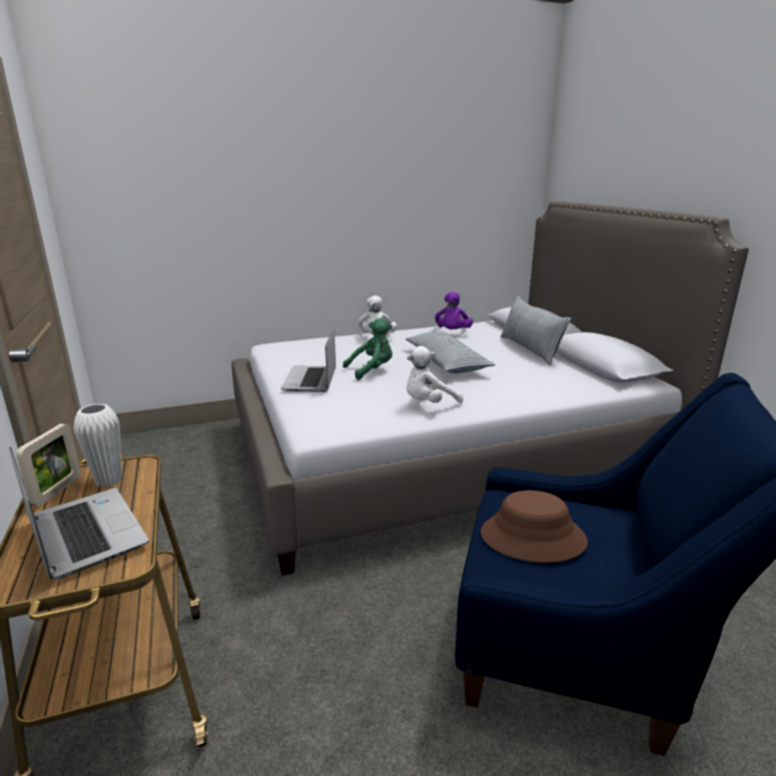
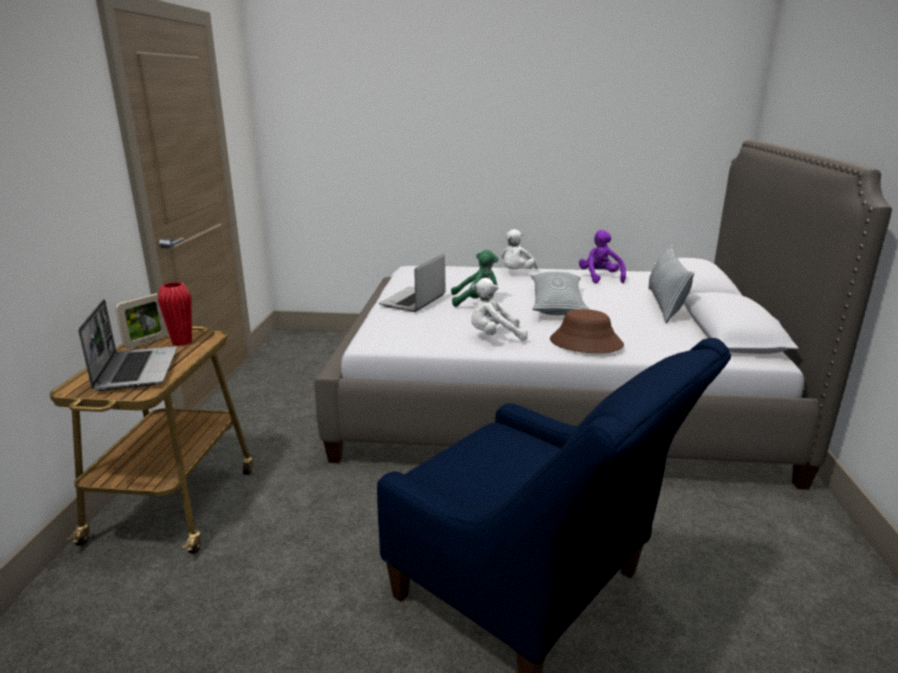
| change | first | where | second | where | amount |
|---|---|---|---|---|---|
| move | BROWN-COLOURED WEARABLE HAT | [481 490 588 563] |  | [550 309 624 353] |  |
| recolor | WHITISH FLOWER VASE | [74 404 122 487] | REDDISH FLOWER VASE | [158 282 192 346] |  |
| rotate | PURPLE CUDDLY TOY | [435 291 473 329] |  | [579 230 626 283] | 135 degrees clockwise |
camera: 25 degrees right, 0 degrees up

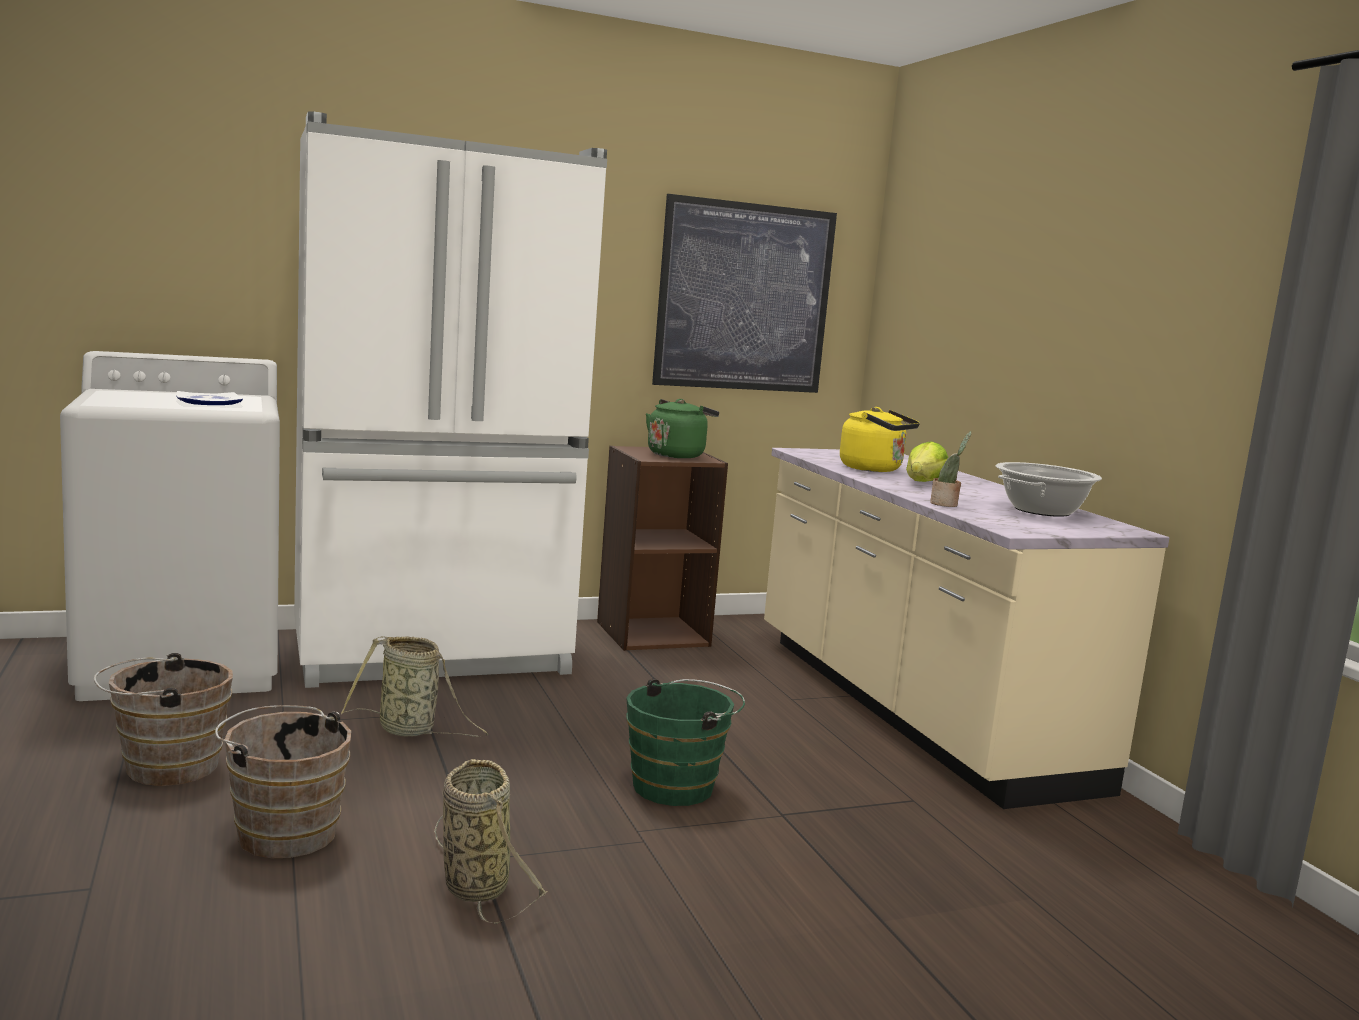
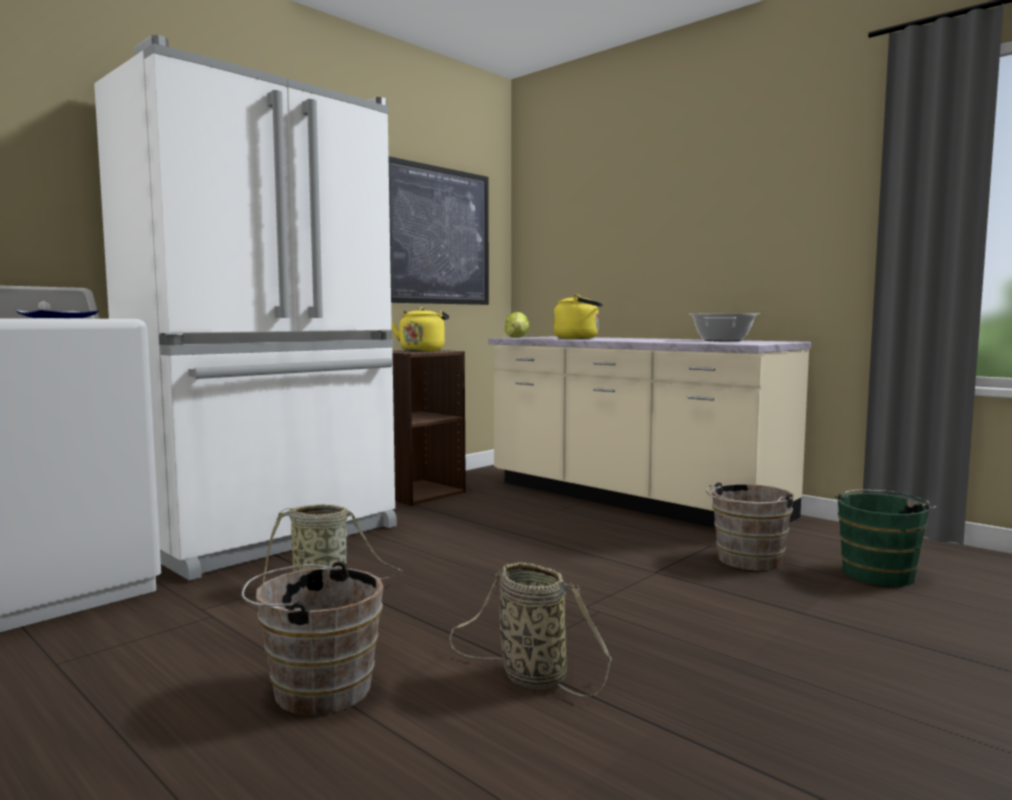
| change | first | where | second | where | amount |
|---|---|---|---|---|---|
| delete | POTTED PLANT | [930 431 972 507] |  |  |  |
| move | BROWN-COLOURED PAIL | [94 653 233 786] |  | [706 482 794 571] |  |
| move | GREENISH PAIL | [626 678 745 806] |  | [835 490 936 586] |  |
| move | HEAD OF LETTUCE | [906 441 948 482] |  | [505 312 529 338] |  |
| recolor | GREENISH TEA KETTLE | [646 399 719 458] | YELLOWISH TEA KETTLE | [392 307 449 352] |  |
camera: 25 degrees left, 5 degrees down

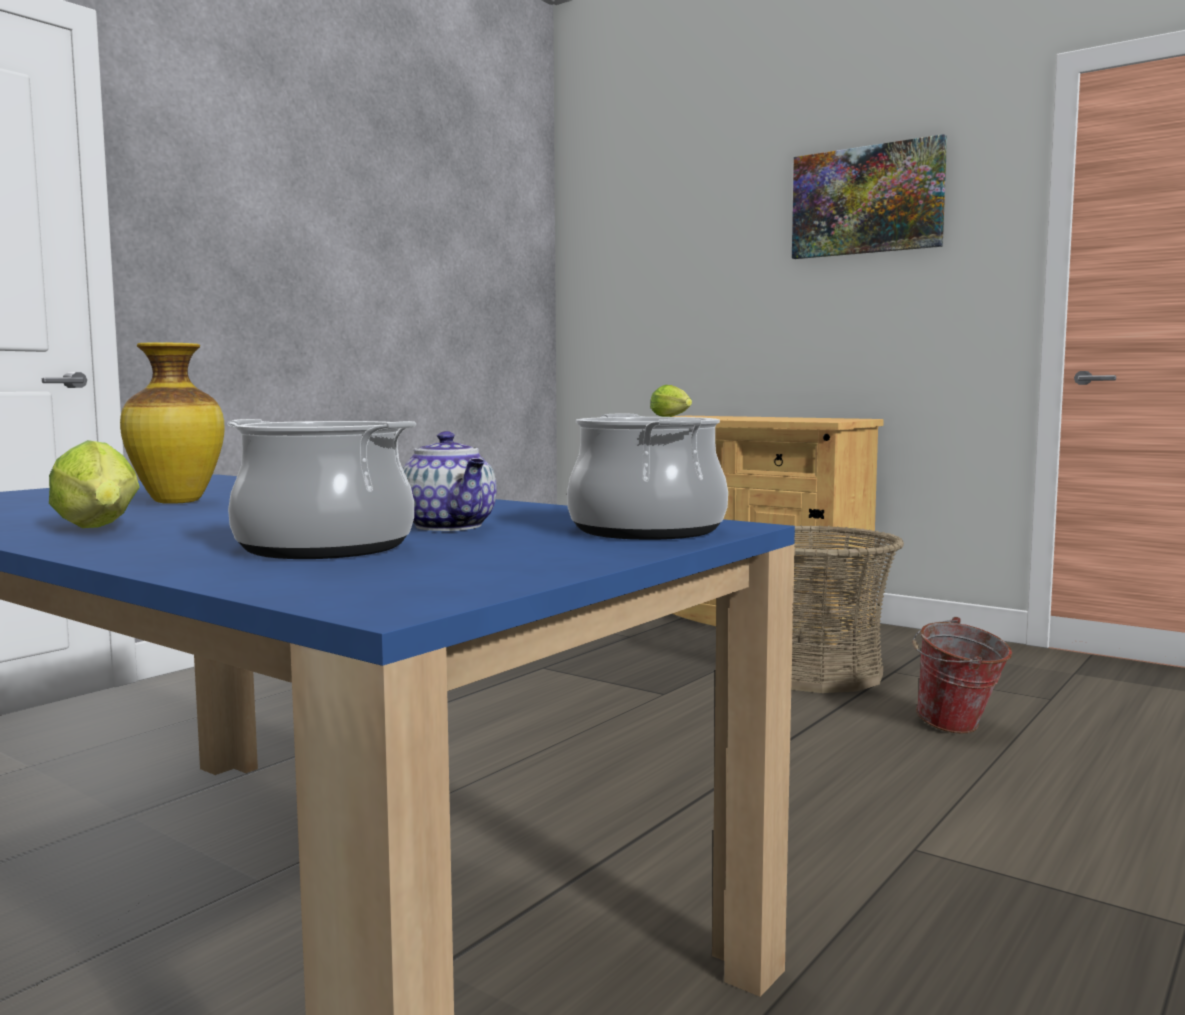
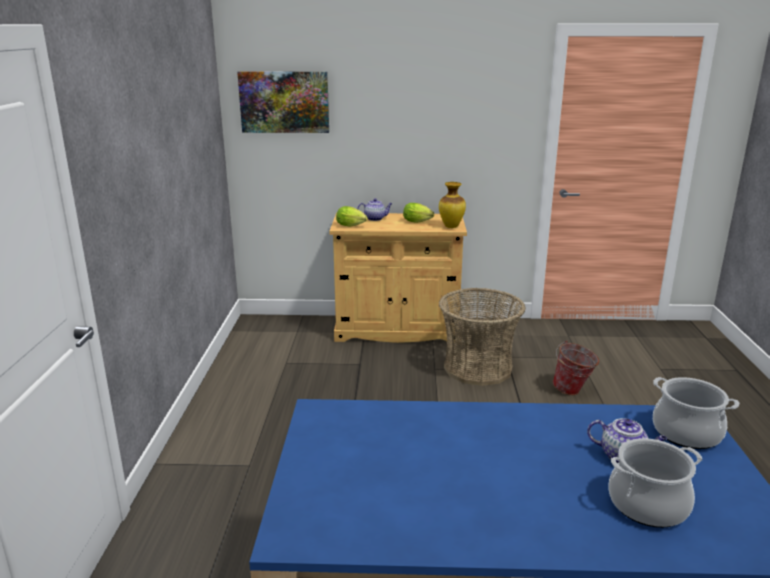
| change | first | where | second | where | amount |
|---|---|---|---|---|---|
| insert |  |  | TEA POT | [357 198 393 221] |  |
| move | HEAD OF LETTUCE | [49 440 140 528] |  | [403 203 434 223] |  |
| move | FLOWER VASE | [120 342 225 504] |  | [439 182 466 228] |  |
| move | PICTURE | [792 134 947 259] |  | [237 71 329 133] |  |
camera: 35 degrees left, 15 degrees up

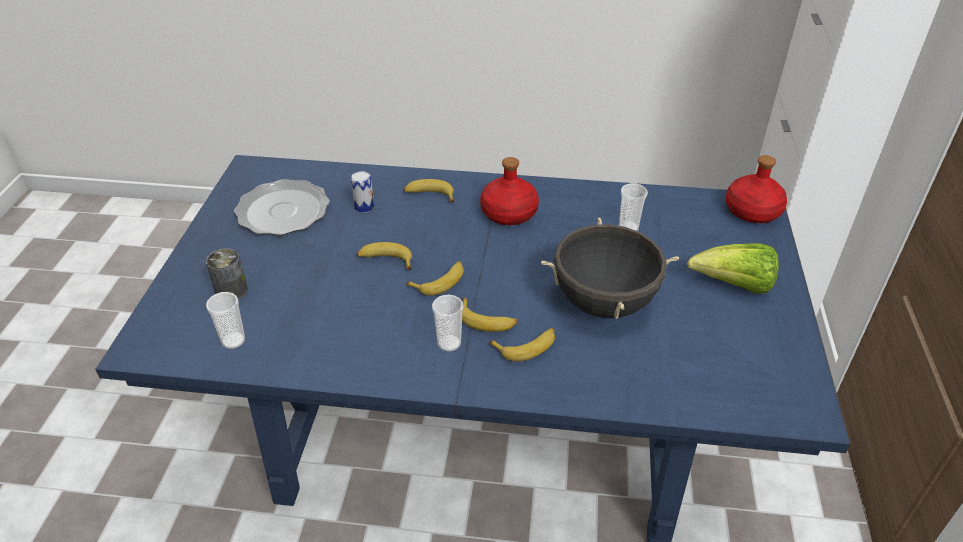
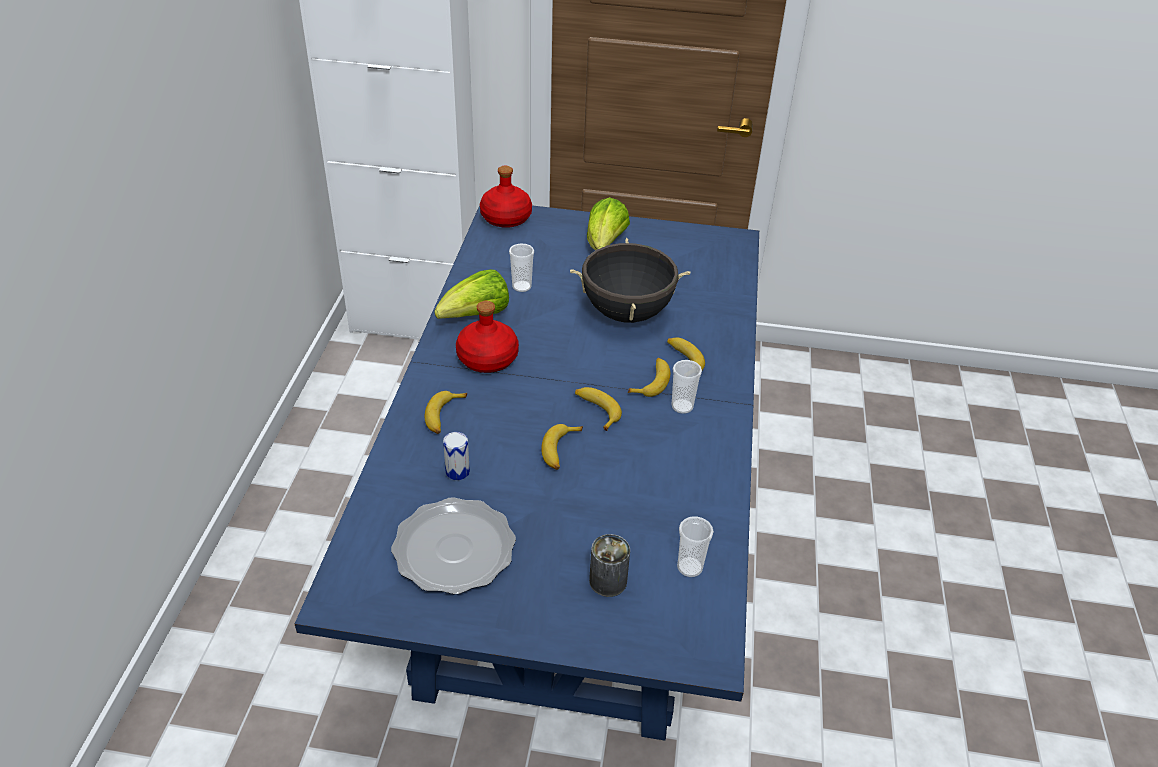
| change | first | where | second | where | amount |
|---|---|---|---|---|---|
| insert |  |  | HEAD OF LETTUCE | [434 269 509 319] |  |
camera: 90 degrees left, 0 degrees up

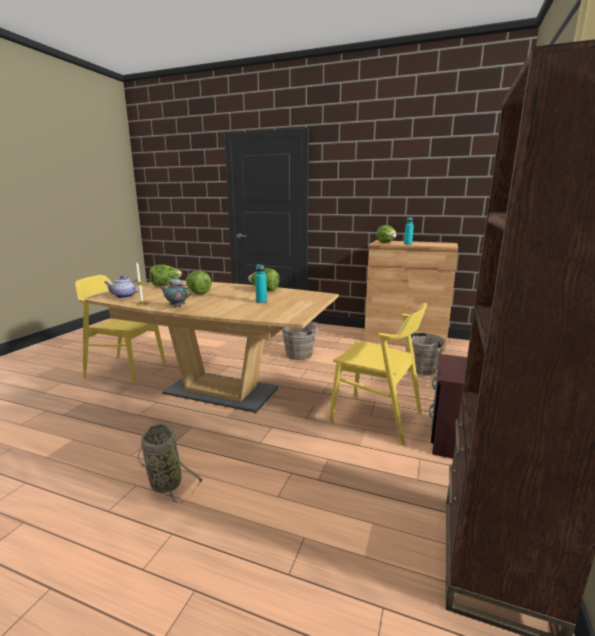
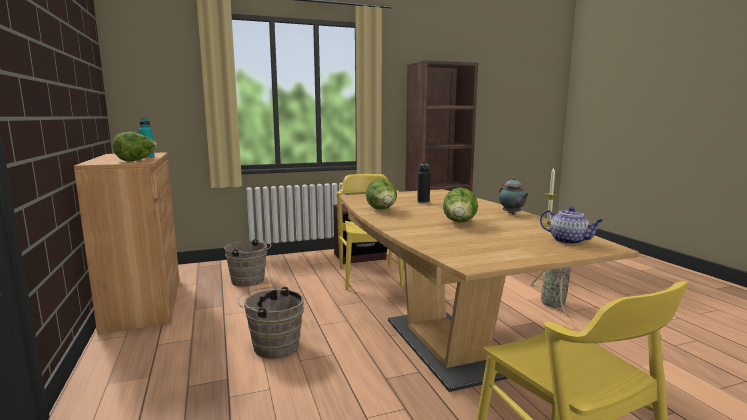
| change | first | where | second | where | amount |
|---|---|---|---|---|---|
| delete | HEAD OF LETTUCE | [149 264 182 286] |  |  |  |
| recolor | BLUE-GREEN BOTTLE | [255 264 267 303] | BLACK-COLOURED BOTTLE | [417 161 430 204] |  |
camera: 130 degrees left, 5 degrees down

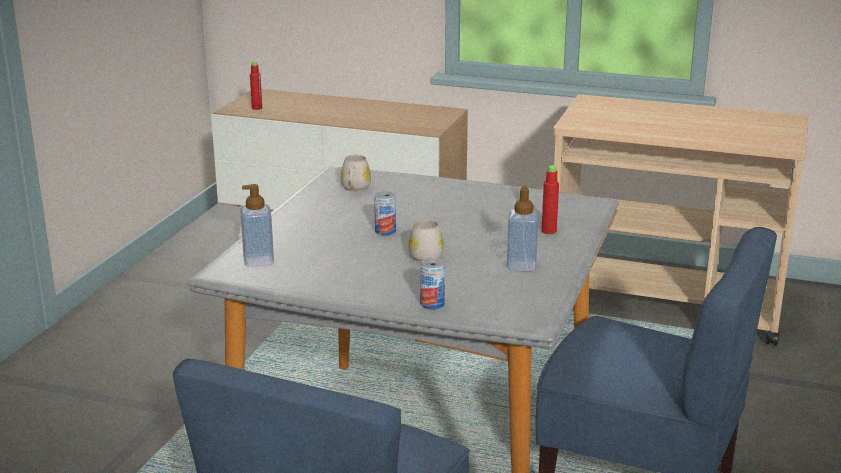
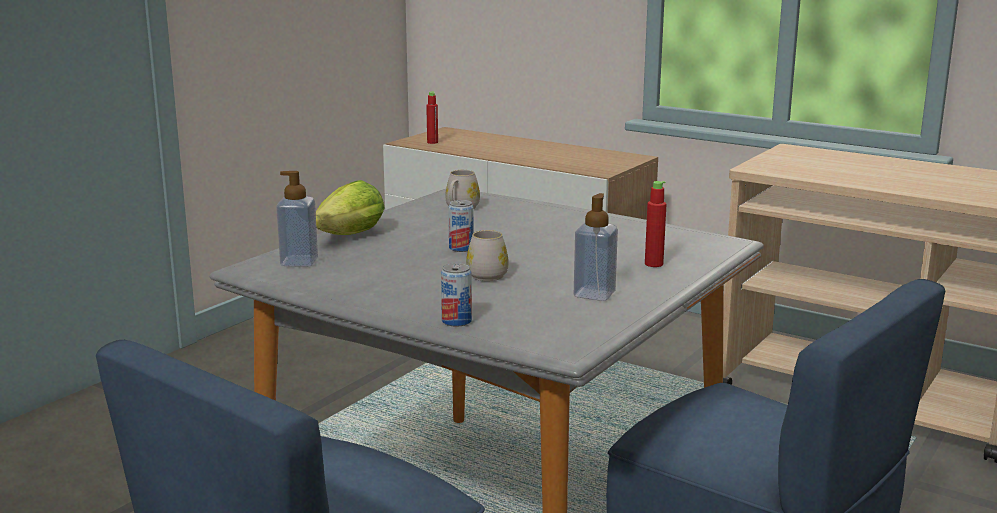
| change | first | where | second | where | amount |
|---|---|---|---|---|---|
| insert |  |  | HEAD OF LETTUCE | [316 180 385 235] |  |
camera: 15 degrees right, 5 degrees down

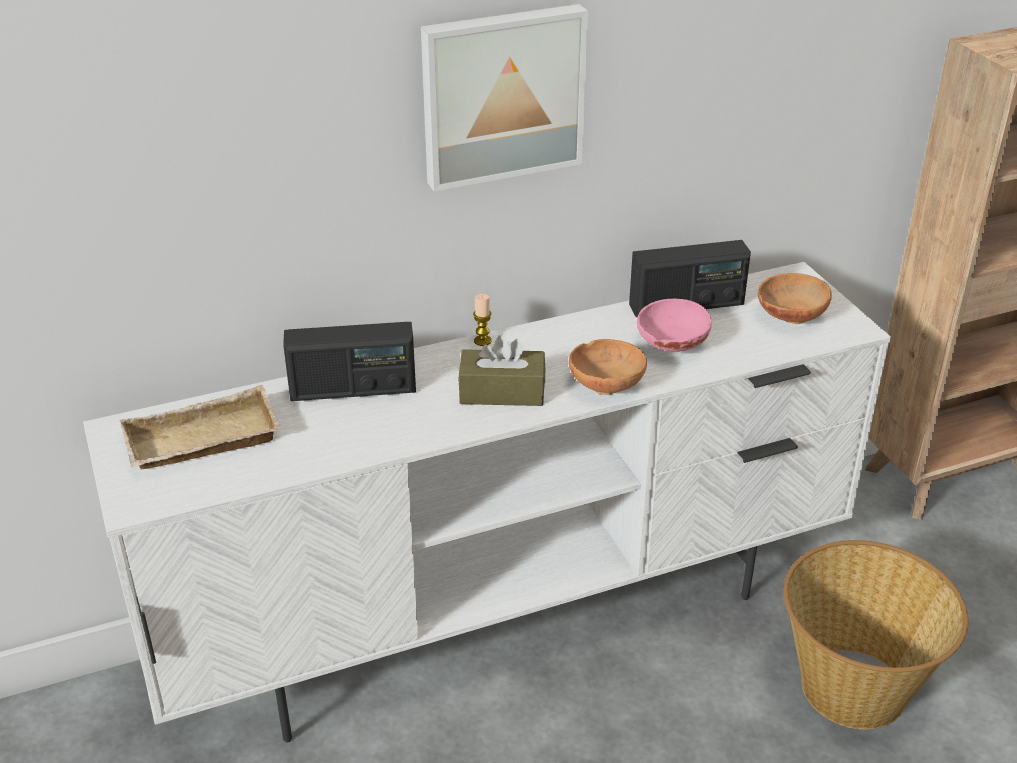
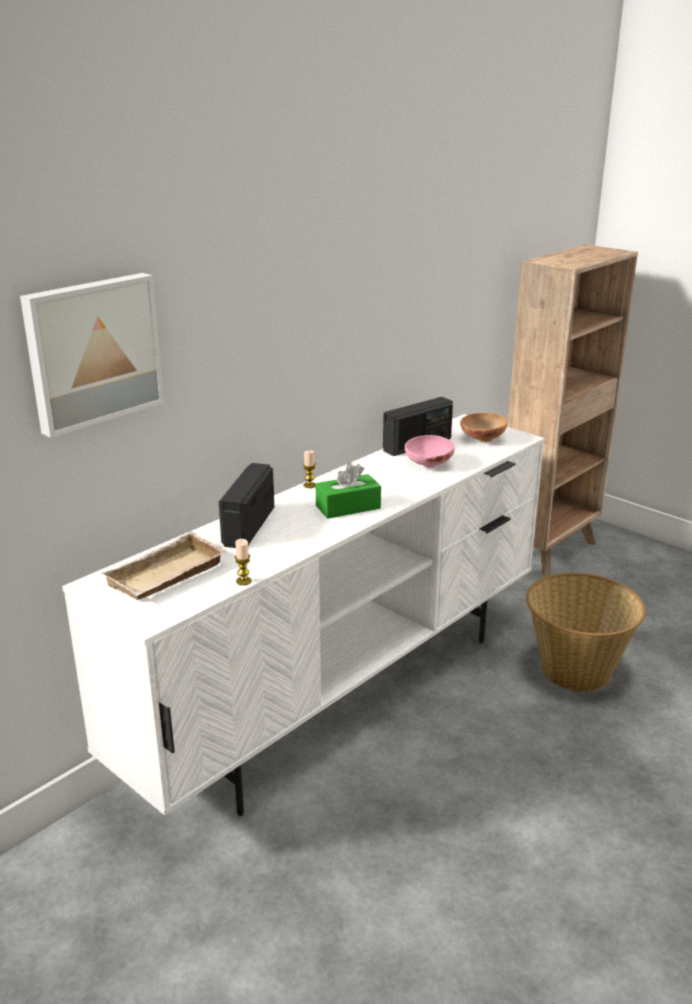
| change | first | where | second | where | amount |
|---|---|---|---|---|---|
| delete | BROWN-COLOURED BOWL | [569 339 647 395] |  |  |  |
| insert |  |  | CANDLE | [235 539 251 585] |  |
| move | PICTURE | [421 4 588 191] |  | [20 273 164 438] |  |
| recolor | BROWN-COLOURED BOX OF TISSUES | [458 335 545 406] | GREENISH BOX OF TISSUES | [316 462 381 519] |  |
| rotate | RADIO | [283 322 416 401] |  | [219 463 274 548] | 135 degrees clockwise |
camera: 25 degrees left, 10 degrees down

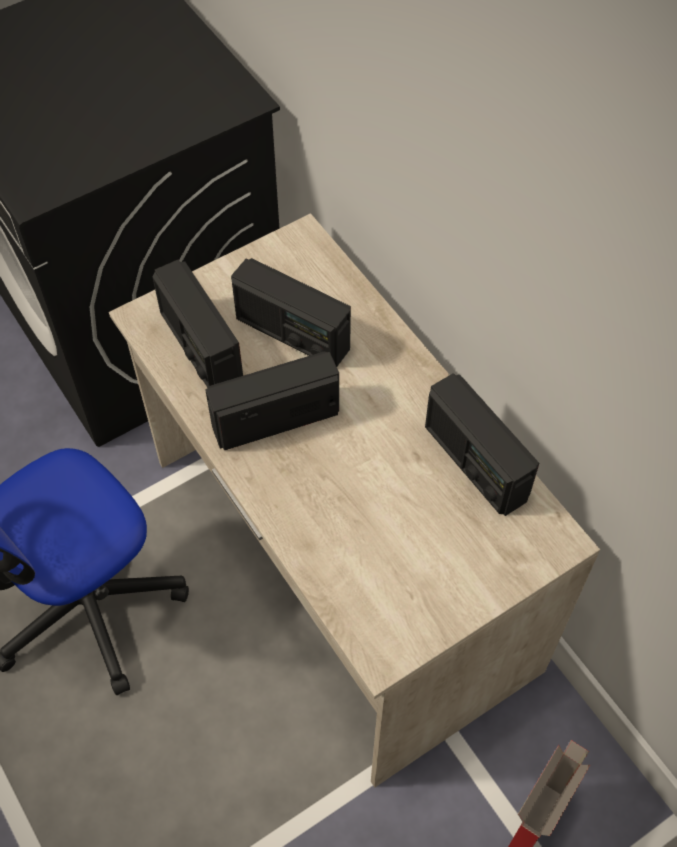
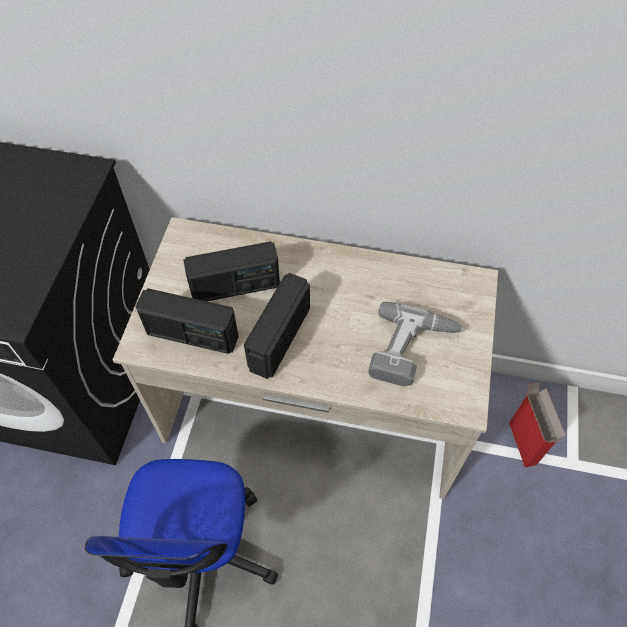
| change | first | where | second | where | amount |
|---|---|---|---|---|---|
| delete | RADIO | [425 373 539 516] |  |  |  |
| insert |  |  | DRILL | [368 302 464 386] |  |
camera: 45 degrees left, 0 degrees up

